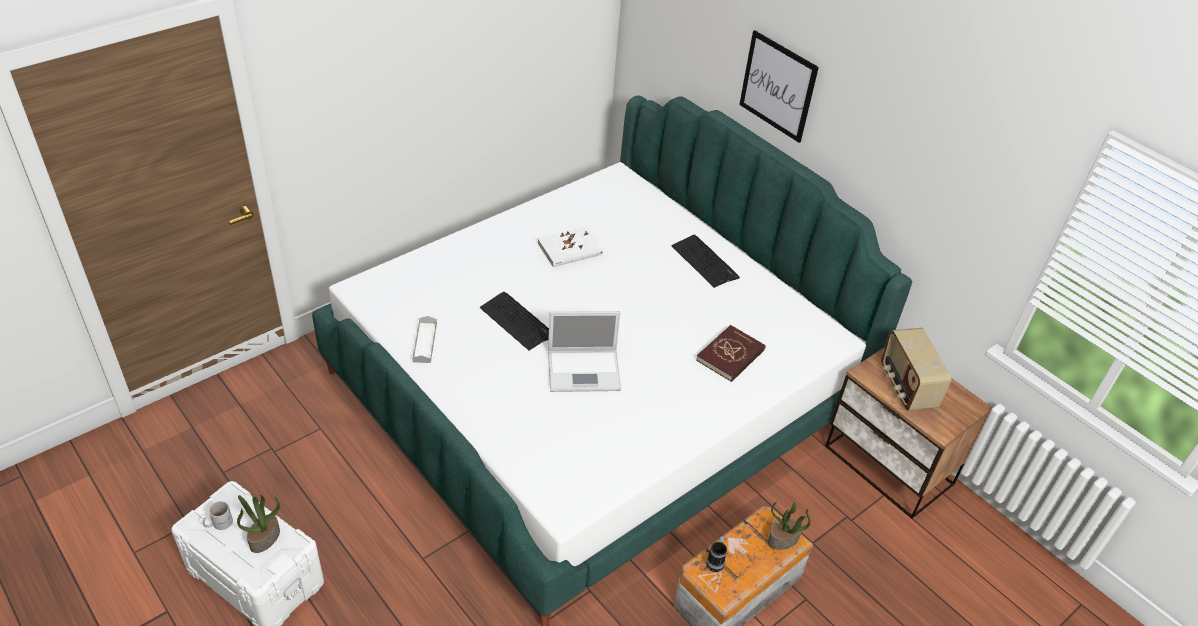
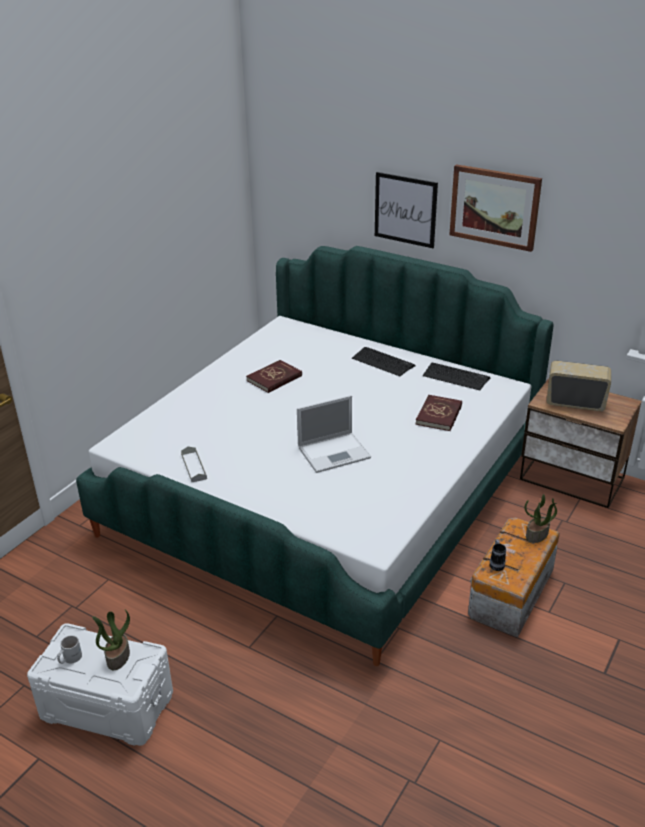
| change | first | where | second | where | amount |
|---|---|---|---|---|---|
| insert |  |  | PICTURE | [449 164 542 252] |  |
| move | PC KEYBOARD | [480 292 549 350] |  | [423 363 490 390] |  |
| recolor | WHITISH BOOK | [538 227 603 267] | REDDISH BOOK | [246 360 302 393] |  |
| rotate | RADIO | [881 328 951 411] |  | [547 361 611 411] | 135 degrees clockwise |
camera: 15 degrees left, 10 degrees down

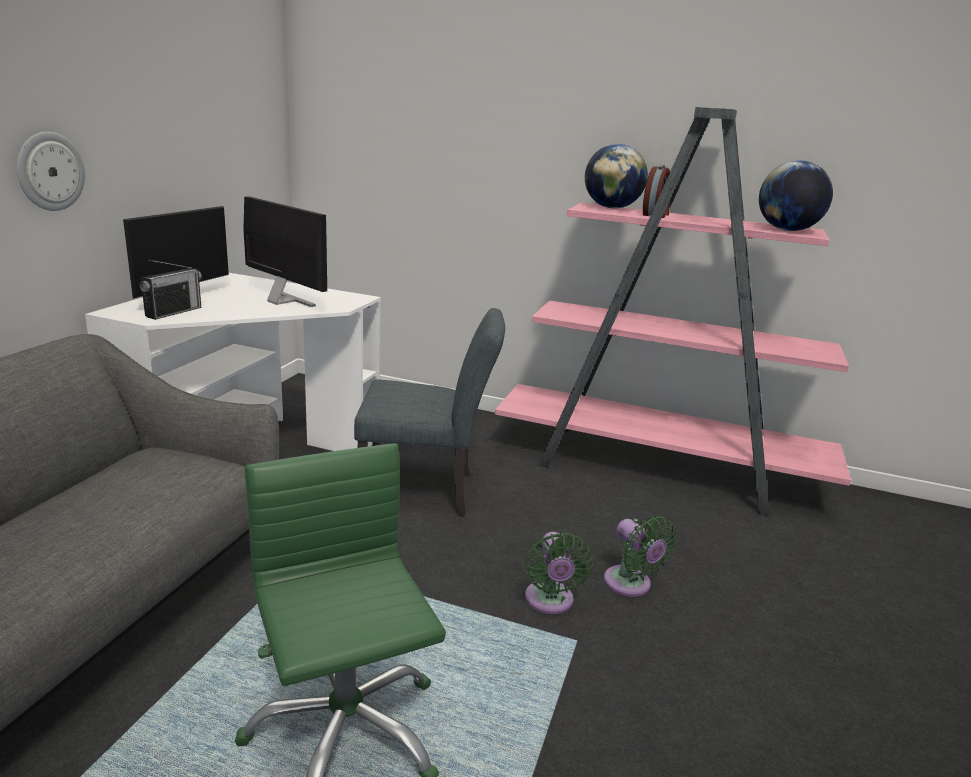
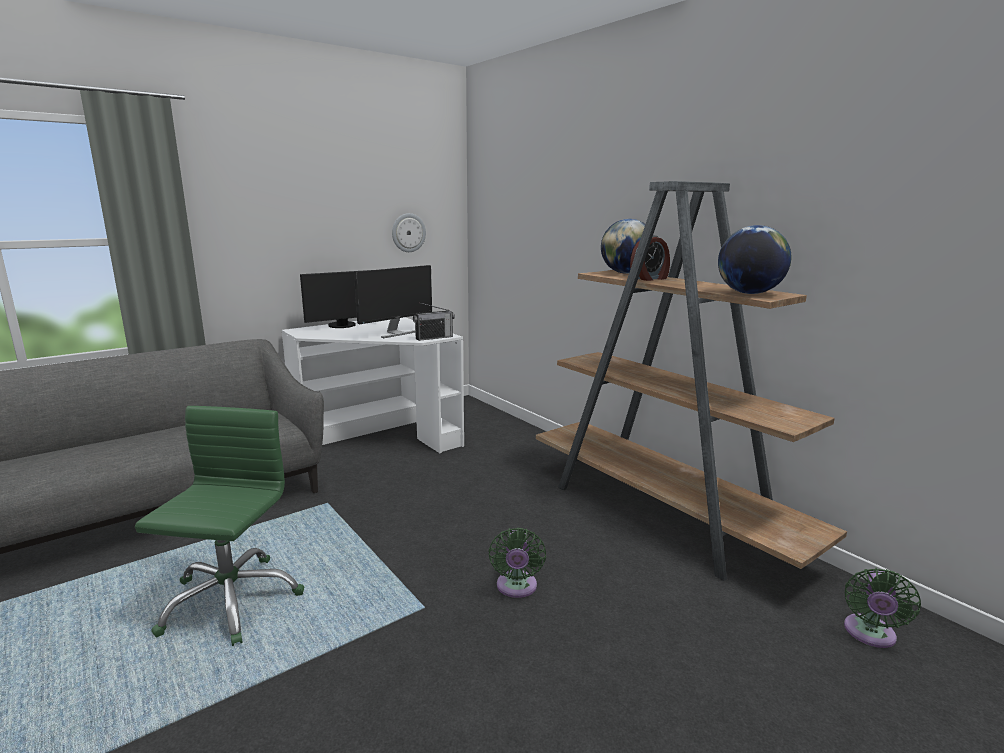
| change | first | where | second | where | amount |
|---|---|---|---|---|---|
| delete | GRAY UPRIGHT CHAIR | [354 308 505 517] |  |  |  |
| move | WALL CLOCK | [17 131 85 211] |  | [392 213 426 252] |  |
| move | RADIO | [140 260 202 320] |  | [413 303 455 341] |  |
| move | GREENISH ELECTRIC FAN | [525 532 593 614] |  | [844 568 921 648] |  |
| recolor | PINK-COLOURED SHELVING UNIT | [495 107 851 516] | BROWN-COLOURED SHELVING UNIT | [536 181 847 581] |  |
| rotate | MONITOR | [243 196 327 307] |  | [354 265 432 338] | 60 degrees clockwise |
camera: 35 degrees right, 5 degrees down

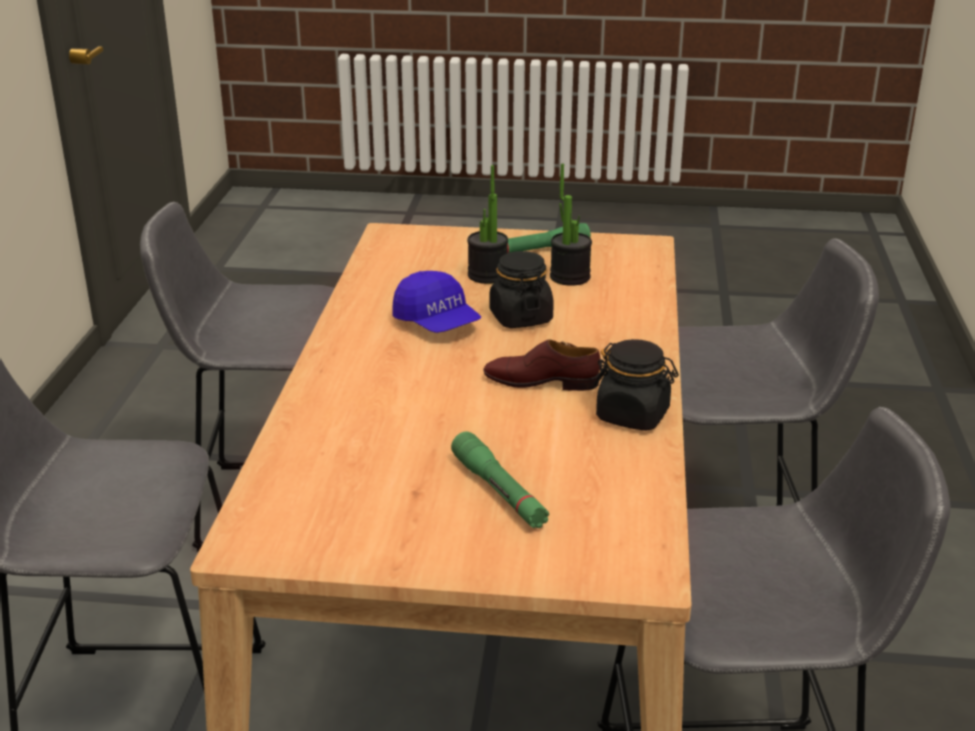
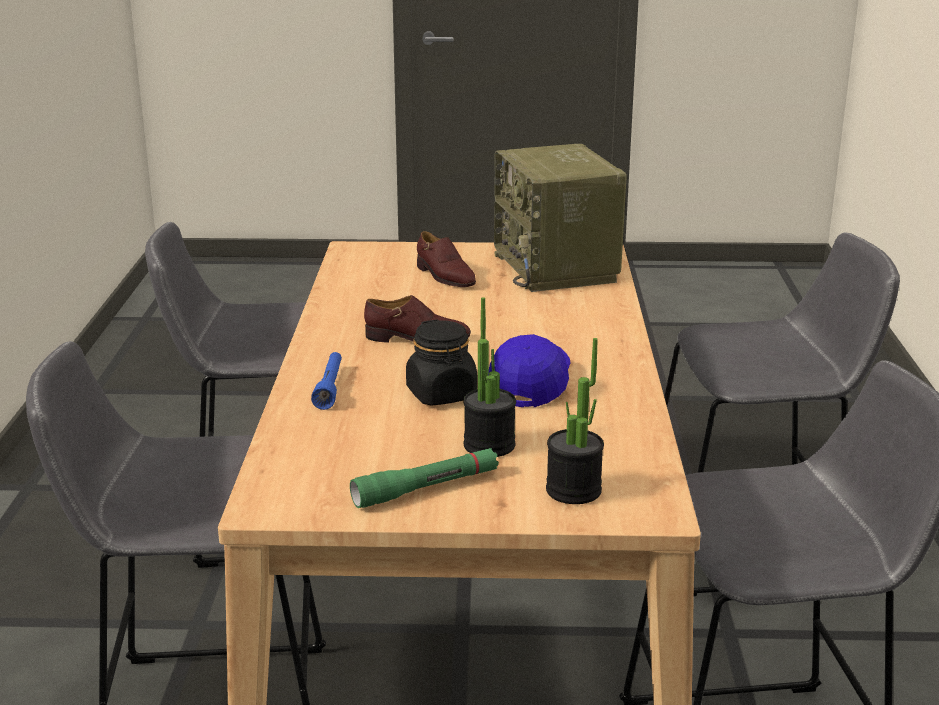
| change | first | where | second | where | amount |
|---|---|---|---|---|---|
| delete | BLACK-COLOURED PRESERVE JAR | [594 339 679 431] |  |  |  |
| insert |  |  | BLUE-COLOURED FLASHLIGHT | [311 352 342 410] |  |
| insert |  |  | RADIO | [494 144 627 292] |  |
| move | POTTED PLANT | [550 163 592 286] |  | [546 338 604 504] |  |
| replace | GREENISH FLASHLIGHT | [451 432 549 528] | BROWN-COLOURED SHOE | [417 231 476 287] |  |
| rotate | BLUE-COLOURED BASEBALL CAP | [392 271 481 333] |  | [489 334 571 407] | 60 degrees clockwise |
camera: 175 degrees right, 5 degrees down

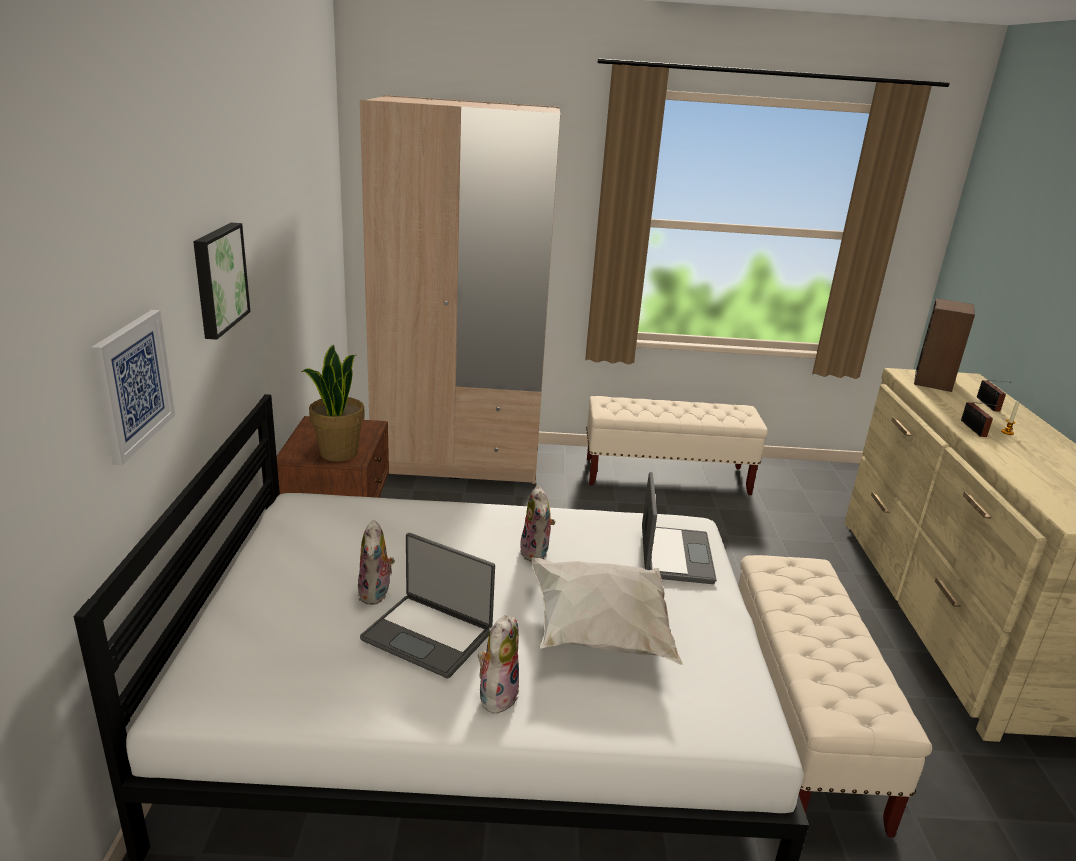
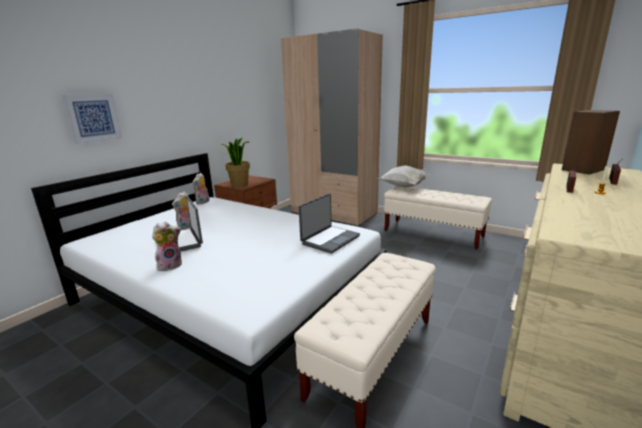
| change | first | where | second | where | amount |
|---|---|---|---|---|---|
| delete | PICTURE | [193 223 250 340] |  |  |  |
| move | CUDDLY TOY | [520 485 556 562] |  | [192 172 210 205] |  |
| move | WHITISH THROW PILLOW | [531 557 683 665] |  | [379 165 429 187] |  |
camera: 35 degrees right, 5 degrees down

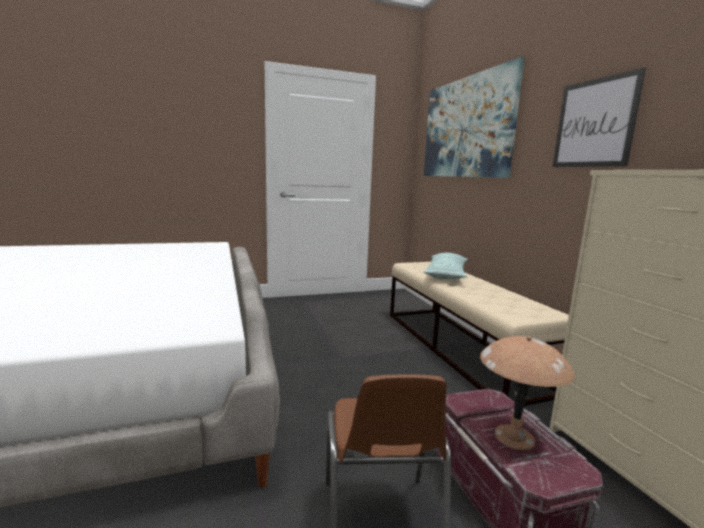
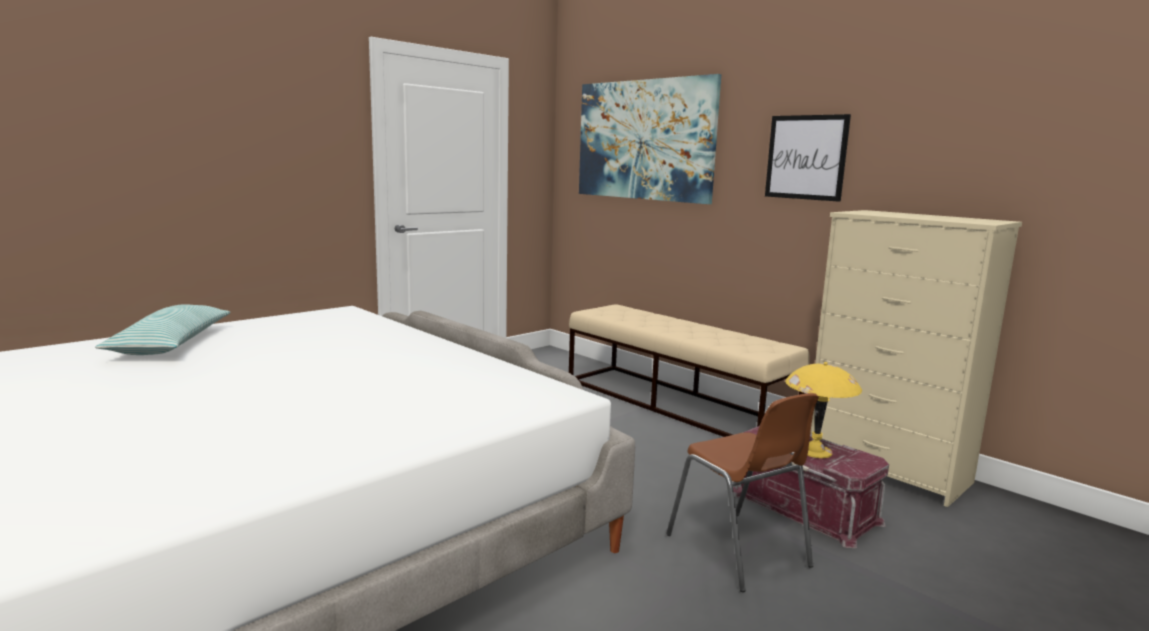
| change | first | where | second | where | amount |
|---|---|---|---|---|---|
| move | THROW PILLOW | [423 253 468 280] |  | [95 304 230 355] |  |
| recolor | BROWN-COLOURED LAMP FOR A TABLE | [480 336 575 451] | YELLOWISH LAMP FOR A TABLE | [785 362 862 458] |  |
camera: 25 degrees left, 0 degrees up

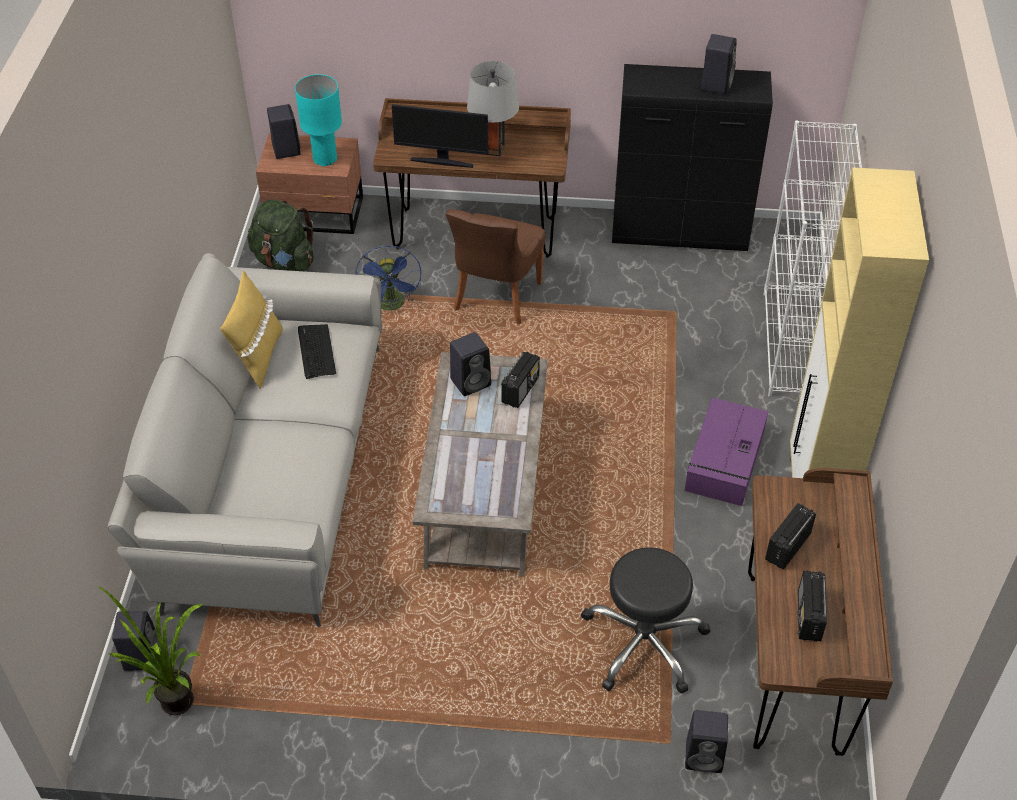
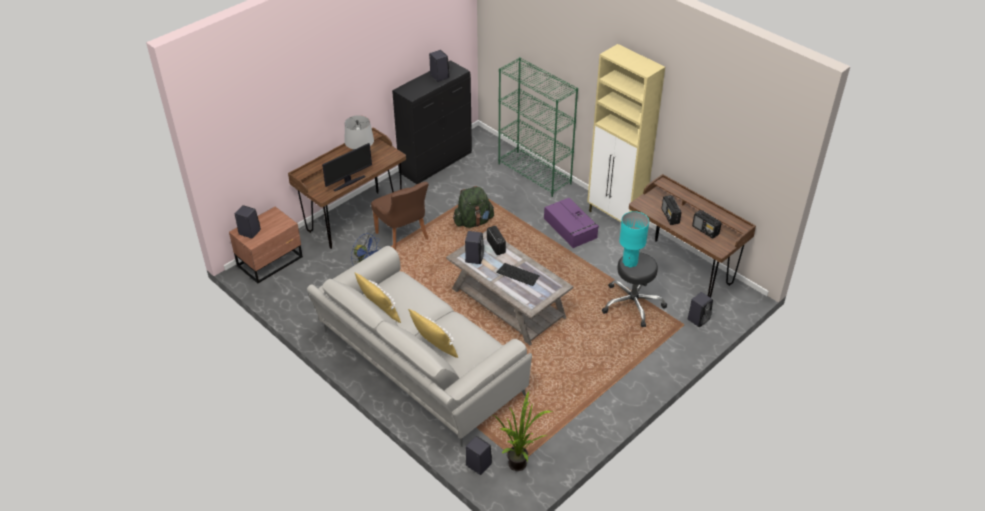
| change | first | where | second | where | amount |
|---|---|---|---|---|---|
| insert |  |  | YELLOWISH THROW PILLOW | [408 309 458 358] |  |
| move | GREENISH BACKPACK | [248 199 314 271] |  | [453 186 494 228] |  |
| move | BLUE-GREEN LAMP FOR A TABLE | [295 74 342 166] |  | [619 211 649 268] |  |
| move | PC KEYBOARD | [298 324 336 379] |  | [497 263 540 286] |  |
| recolor | WHITISH SHELVING UNIT | [763 121 862 397] | GREENISH SHELVING UNIT | [498 57 578 197] |  |
camera: 50 degrees left, 5 degrees down

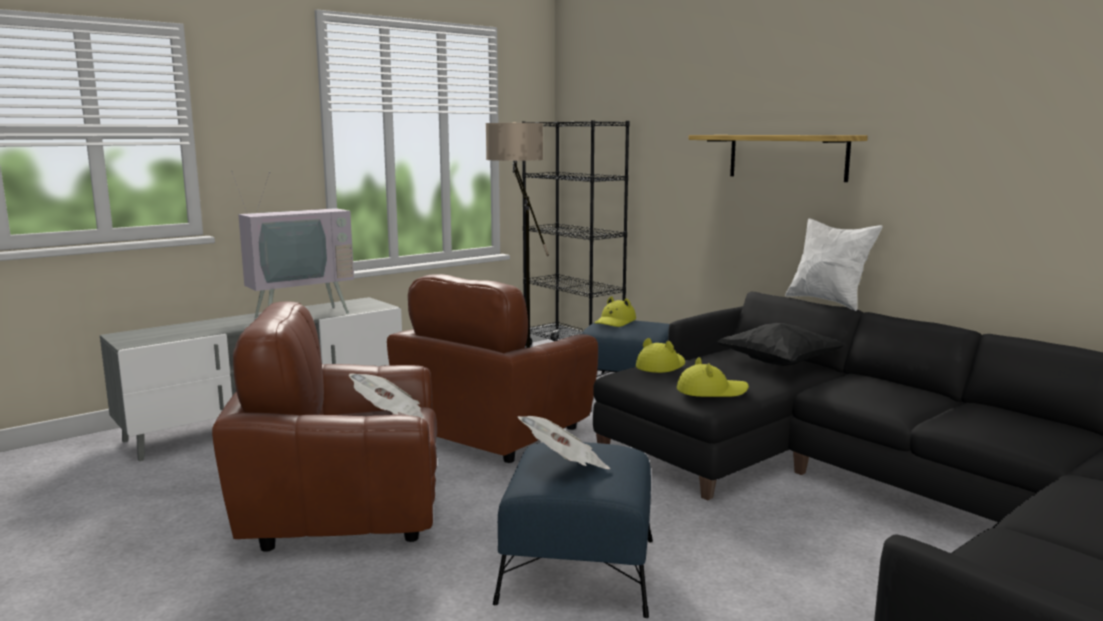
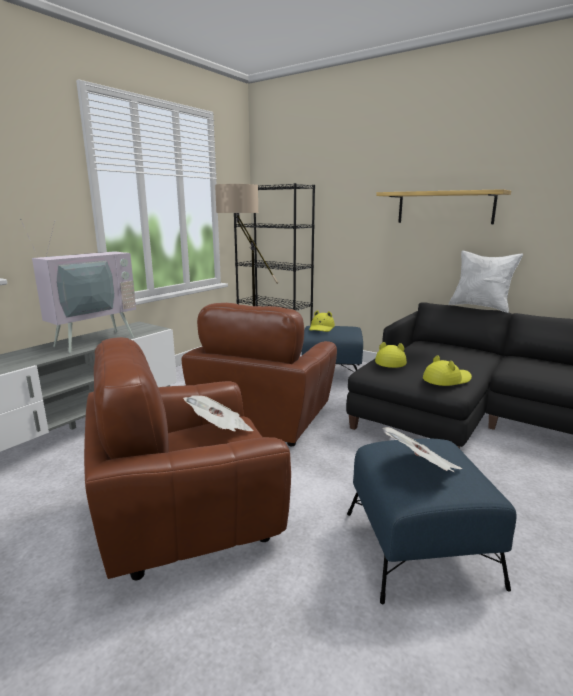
| change | first | where | second | where | amount |
|---|---|---|---|---|---|
| delete | BLACK-COLOURED THROW PILLOW | [717 323 845 366] |  |  |  |
camera: 15 degrees left, 5 degrees up

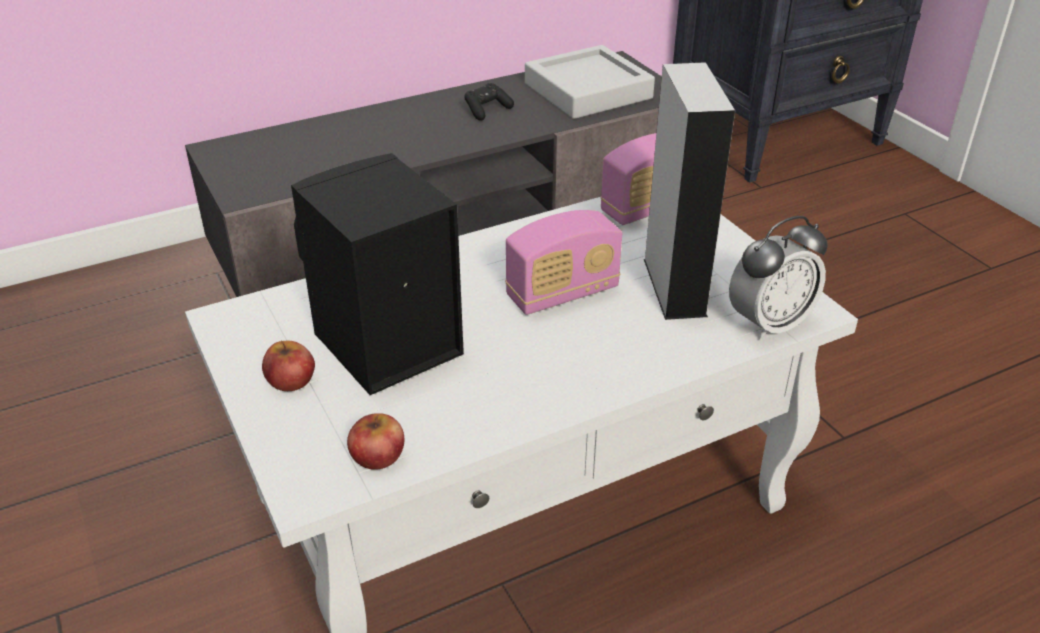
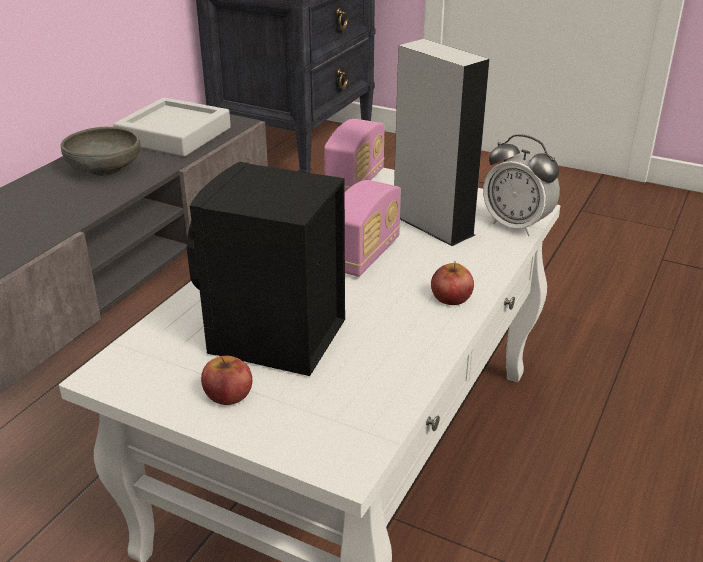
| change | first | where | second | where | amount |
|---|---|---|---|---|---|
| move | APPLE FRUIT | [347 413 404 470] |  | [431 261 474 305] |  |
| replace | BLACK-COLOURED GAME CONTROLLER | [464 83 514 121] | GRAY BOWL | [61 127 140 176] |  |
| rotate | ALARM CLOCK | [729 216 828 341] |  | [483 134 560 236] | 105 degrees clockwise |
camera: 35 degrees left, 5 degrees down

